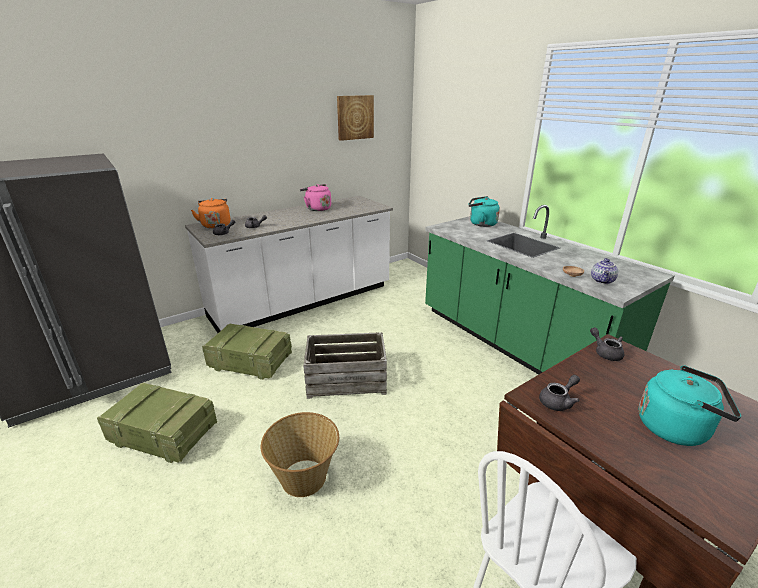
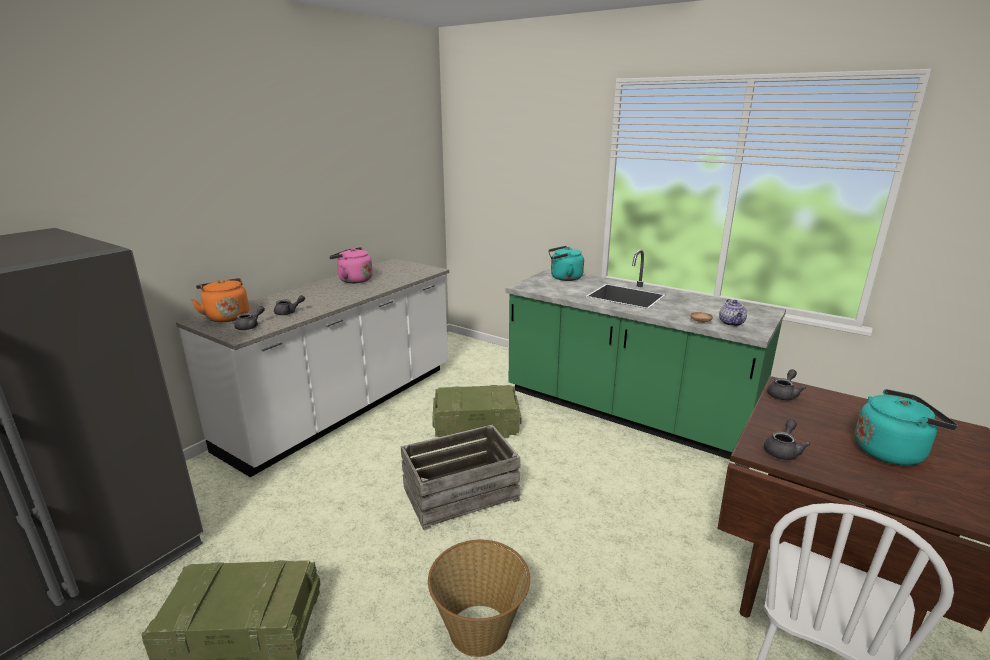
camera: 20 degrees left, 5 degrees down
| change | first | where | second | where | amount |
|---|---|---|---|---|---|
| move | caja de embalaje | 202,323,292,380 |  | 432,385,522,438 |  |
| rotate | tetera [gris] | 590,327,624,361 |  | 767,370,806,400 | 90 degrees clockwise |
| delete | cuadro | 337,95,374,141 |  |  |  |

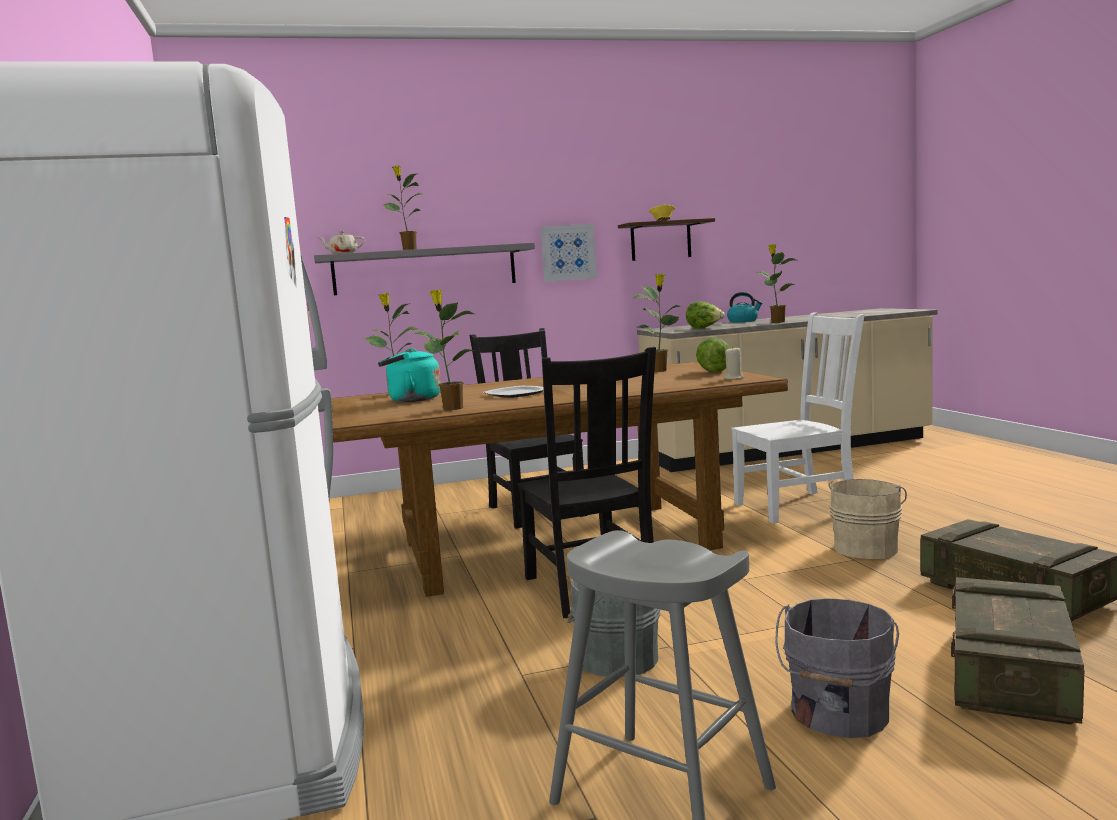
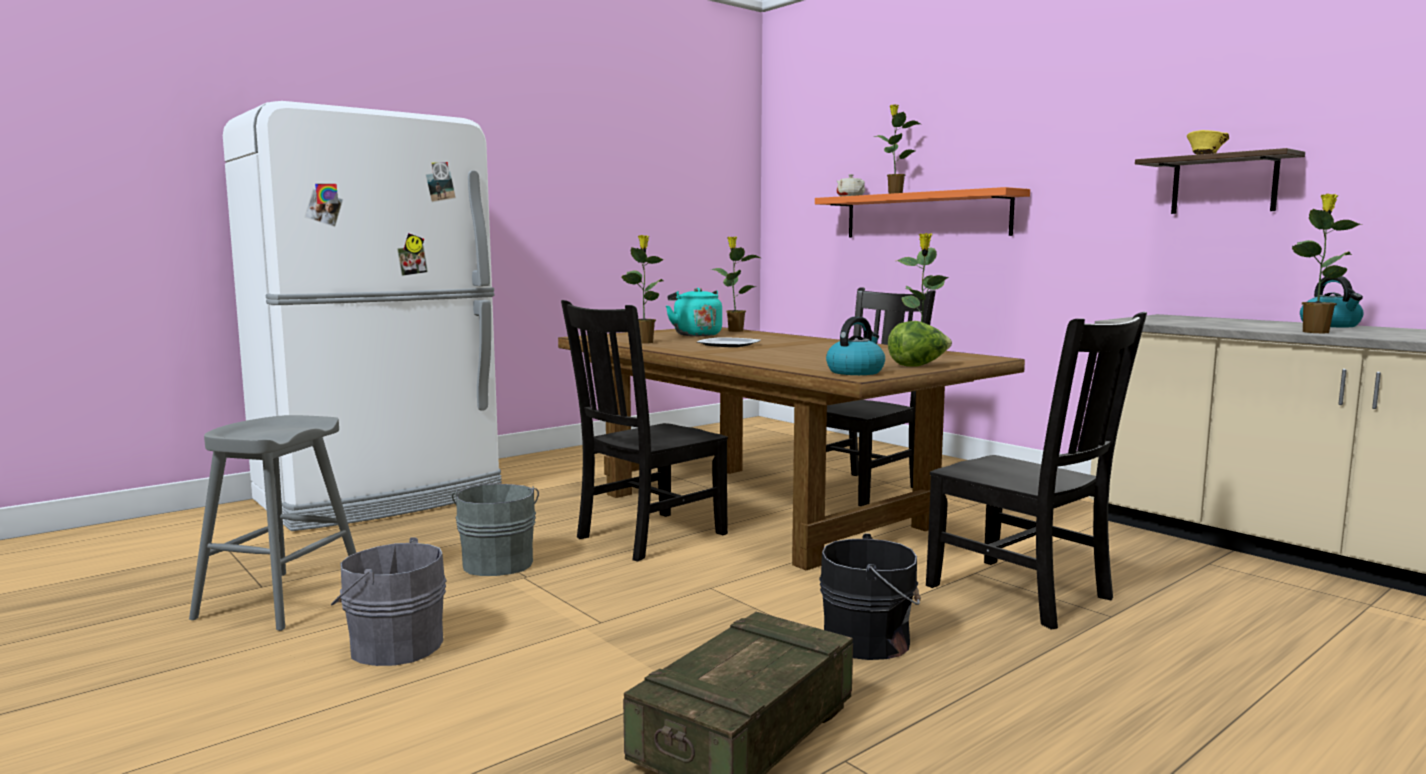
camera: 65 degrees right, 0 degrees up
| change | first | where | second | where | amount |
|---|---|---|---|---|---|
| recolor | estante [gris] | 314,243,535,295 | estante [naranja] | 815,187,1030,237 |  |
| recolor | cubo [beis] | 828,479,907,559 | cubo [negro] | 819,534,921,660 |  |
| replace | vela [beis] | 724,346,744,379 | hervidor | 826,316,885,375 |  |
| recolor | silla [blanco] | 731,312,865,524 | silla [negro] | 926,312,1147,630 |  |
| delete | cuadro | 541,224,597,282 |  |  |  |
| delete | lechuga | 686,301,725,328 |  |  |  |
| delete | caja de embalaje | 951,577,1084,725 |  |  |  |

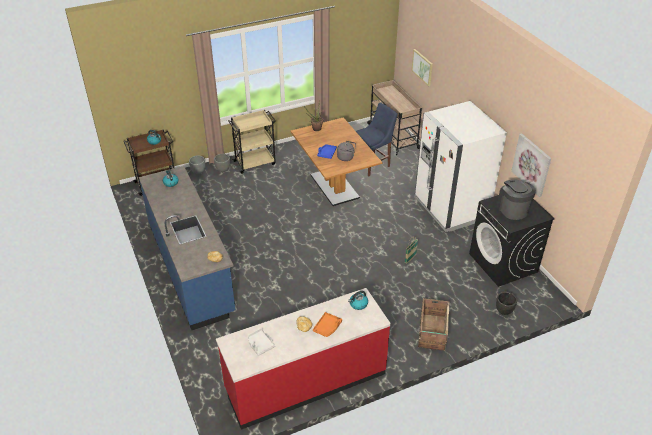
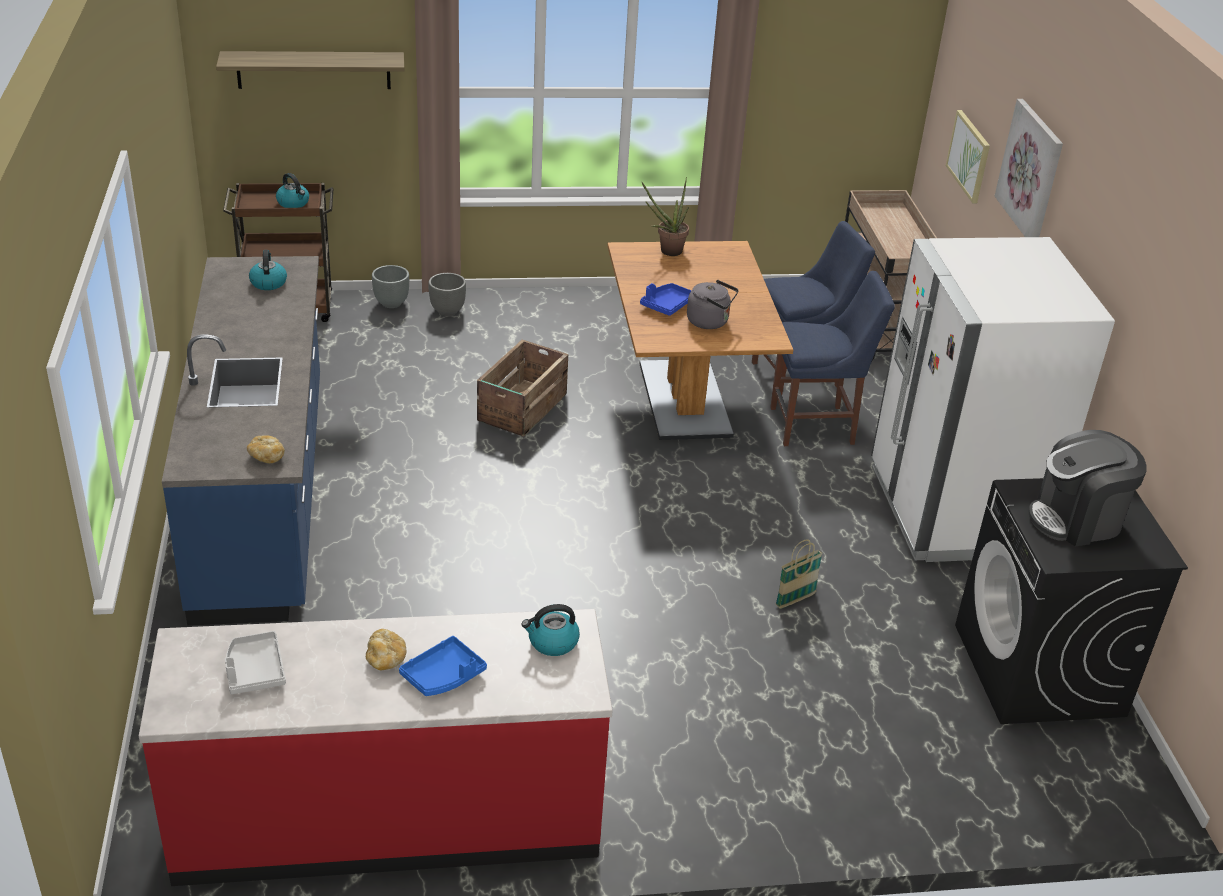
camera: 15 degrees right, 5 degrees down
| change | first | where | second | where | amount |
|---|---|---|---|---|---|
| insert |  |  | estante | 216,51,404,89 |  |
| recolor | bandeja [naranja] | 313,312,342,337 | bandeja [azul] | 399,636,487,696 |  |
| move | caja de embalaje | 418,298,450,351 |  | 477,340,568,437 |  |
| insert |  |  | silla [azul] | 770,271,895,446 |  |
| move | cuadro | 511,133,551,197 |  | 995,99,1063,237 |  |
| rotate | cafetera | 497,180,536,220 |  | 1029,430,1147,546 | 105 degrees counterclockwise |
| delete | carrito [beis] | 228,110,276,174 |  |  |  |
| delete | maceta [negro] | 496,292,517,315 |  |  |  |

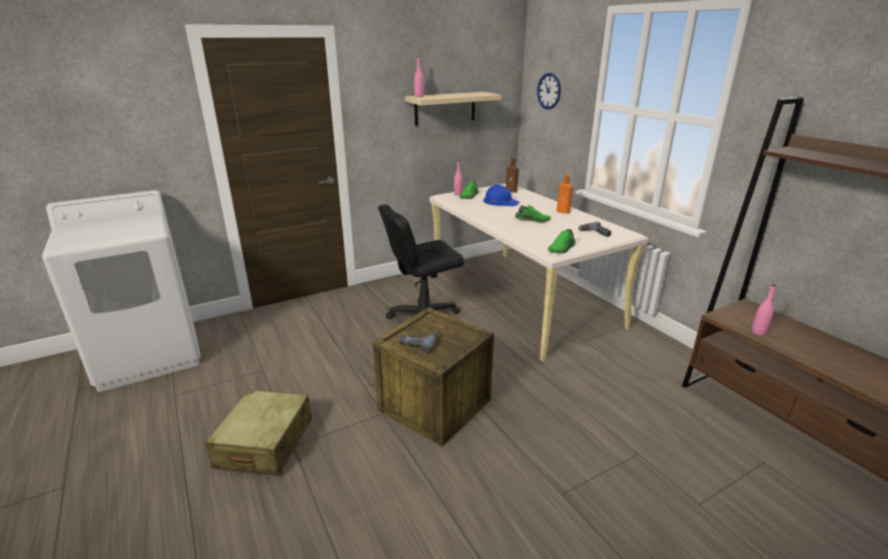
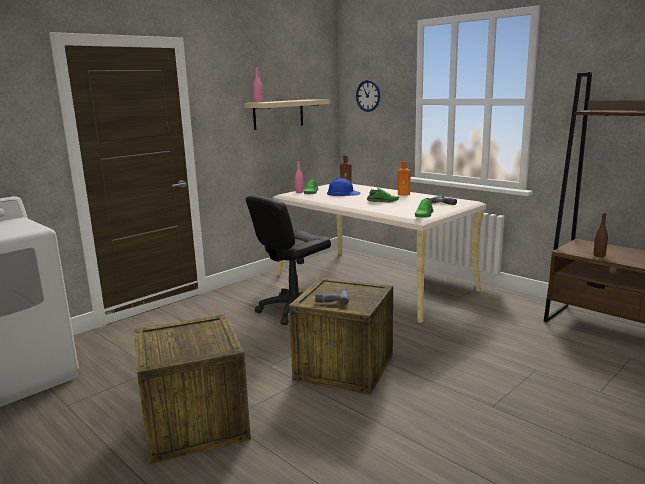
camera: 15 degrees left, 10 degrees down
| change | first | where | second | where | amount |
|---|---|---|---|---|---|
| replace | maleta [beis] | 205,390,312,476 | caja de embalaje | 134,314,251,464 |  |
| recolor | botella [rosa] | 752,284,776,336 | botella [marrón] | 594,213,608,257 |  |

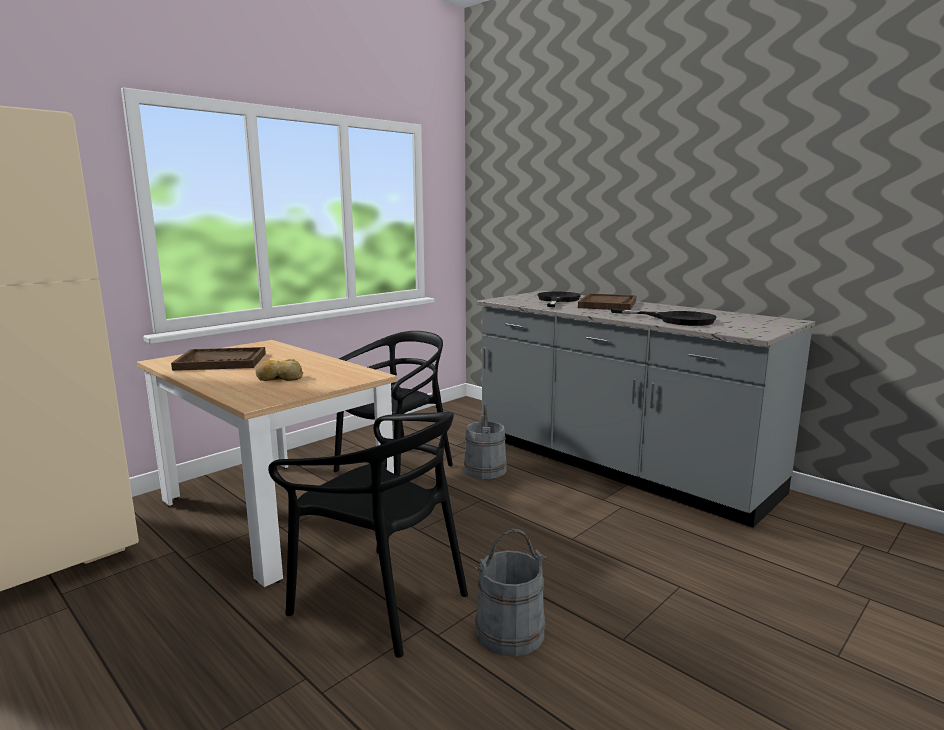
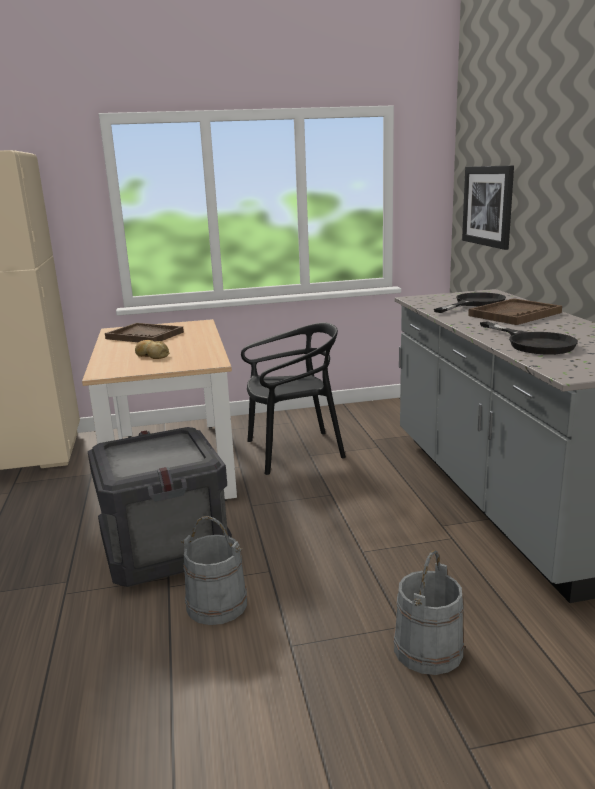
camera: 35 degrees right, 5 degrees up
| change | first | where | second | where | amount |
|---|---|---|---|---|---|
| replace | silla [negro] | 268,412,468,658 | caja de embalaje | 88,427,232,587 |  |
| move | cubo [gris] | 464,403,507,479 |  | 394,550,464,675 |  |
| insert |  |  | cuadro | 462,165,514,250 |  |

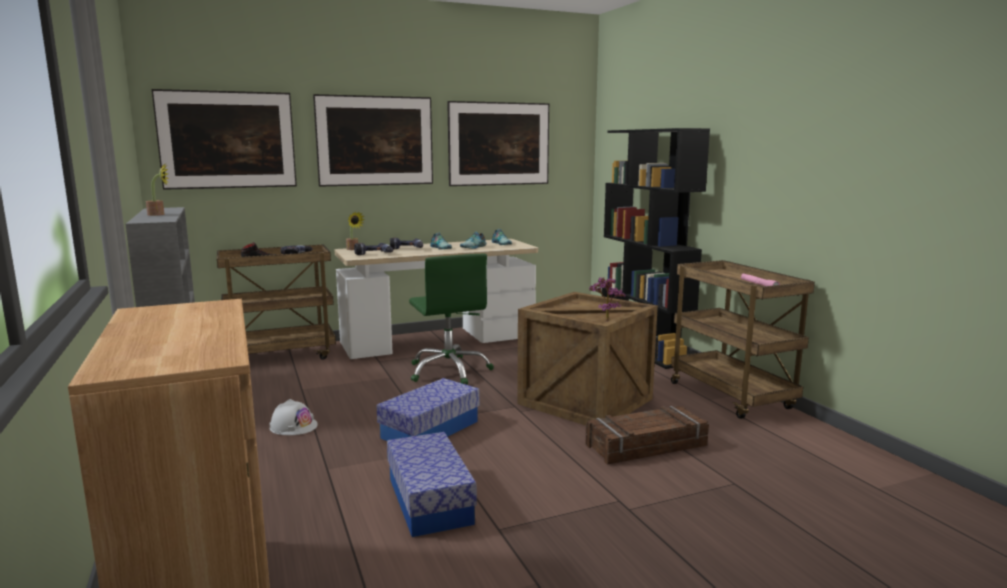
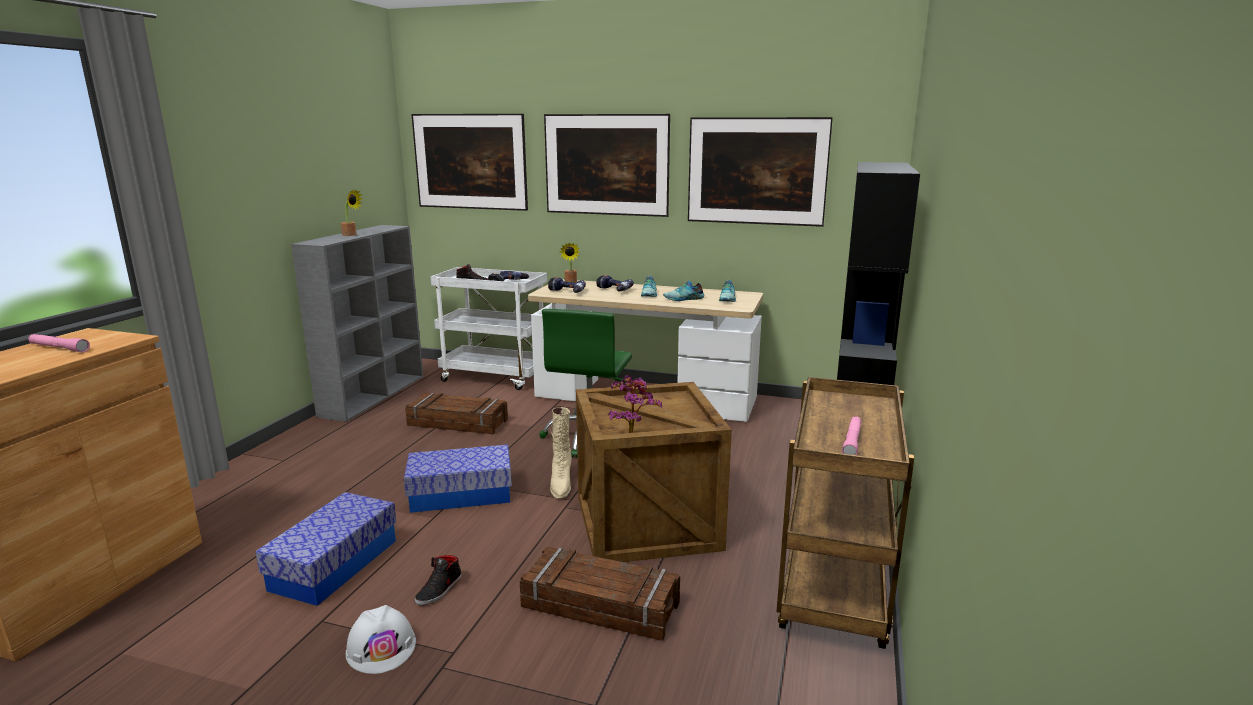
camera: 40 degrees right, 5 degrees up
| change | first | where | second | where | amount |
|---|---|---|---|---|---|
| insert |  |  | linterna [rosa] | 28,334,90,353 |  |
| move | casco [blanco] | 269,399,318,435 |  | 346,605,416,674 |  |
| insert |  |  | caja de embalaje | 405,393,508,435 |  |
| insert |  |  | zapato [negro] | 415,555,462,605 |  |
| recolor | carrito [marrón] | 217,245,336,360 | carrito [blanco] | 430,267,547,390 |  |
| insert |  |  | bota [beis] | 550,407,571,499 |  |

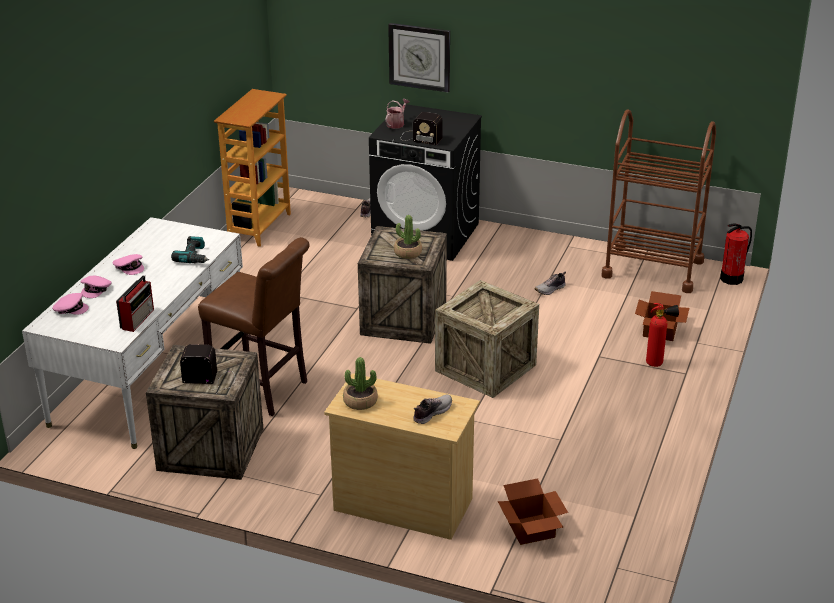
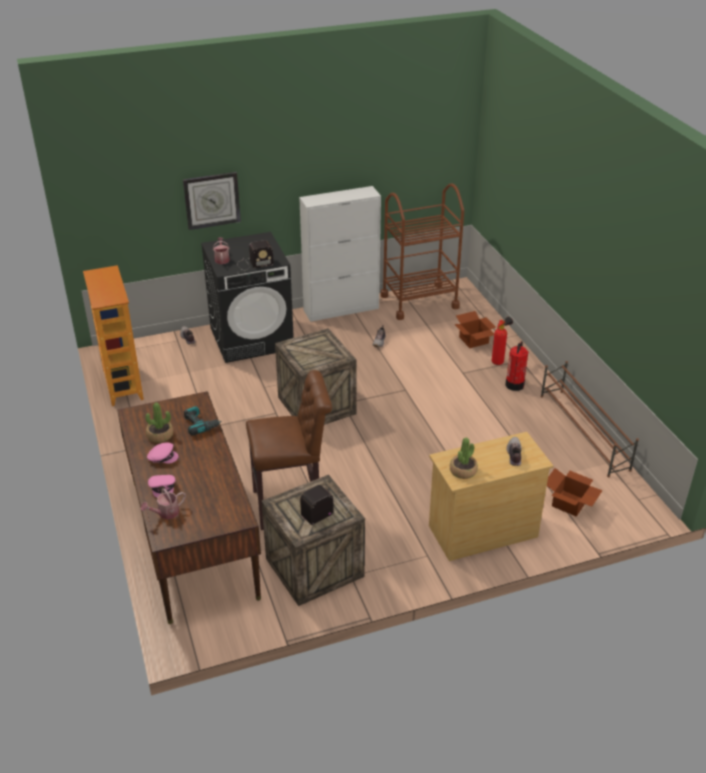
camera: 40 degrees left, 5 degrees up
| change | first | where | second | where | amount |
|---|---|---|---|---|---|
| recolor | escritorio [blanco] | 22,217,243,449 | escritorio [marrón] | 117,391,261,624 |  |
| replace | gorra [rosa] | 52,293,89,315 | regadera | 141,488,186,519 |  |
| move | planta en maceta | 394,215,422,259 |  | 145,403,173,443 |  |
| insert |  |  | armario [blanco] | 299,186,381,322 |  |
| move | extintor | 720,224,752,285 |  | 505,341,528,391 |  |
| insert |  |  | zapatero [marrón] | 541,361,639,477 |  |
| delete | radio | 116,275,154,332 |  |  |  |
| delete | caja de embalaje | 435,280,539,398 |  |  |  |

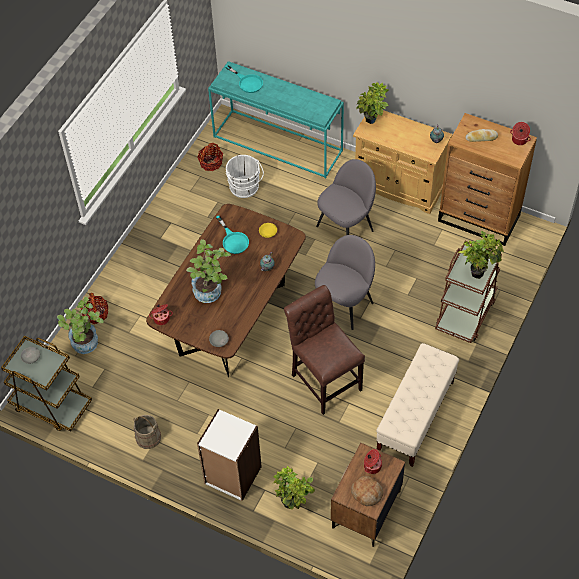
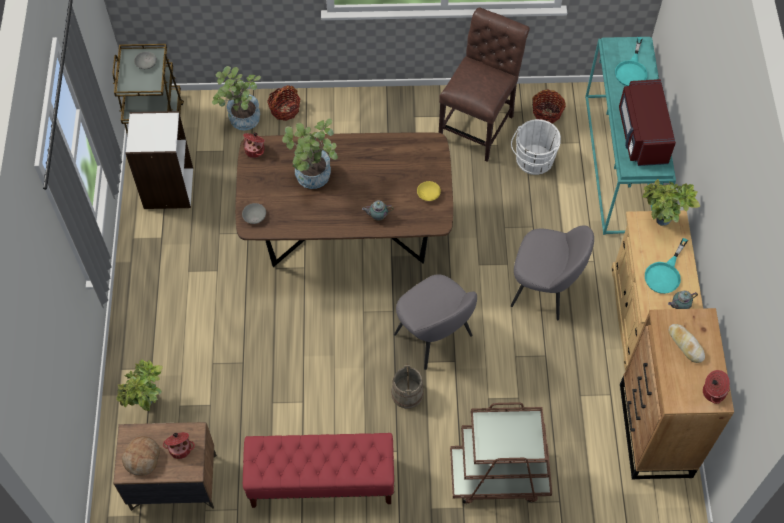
camera: 60 degrees right, 5 degrees up
| change | first | where | second | where | amount |
|---|---|---|---|---|---|
| move | estantería [blanco] | 197,409,262,501 |  | 126,111,193,209 |  |
| recolor | banco [beis] | 376,343,459,467 | banco [rojo] | 243,433,395,508 |  |
| move | cubo [beis] | 133,415,161,449 |  | 391,363,424,409 |  |
| rotate | silla [gris] | 315,235,375,330 |  | 394,274,477,370 | 45 degrees clockwise |
| move | silla [marrón] | 284,285,365,415 |  | 439,8,530,162 |  |
| insert |  |  | microondas [rojo] | 619,79,676,166 |  |
| move | sartén [turquesa] | 216,215,249,254 |  | 645,238,688,294 |  |
| delete | planta en maceta | 458,231,504,279 |  |  |  |

